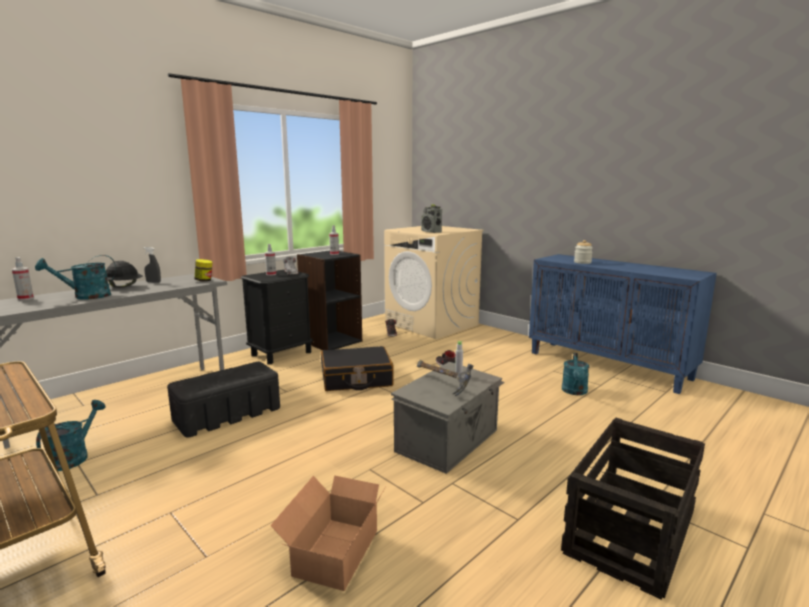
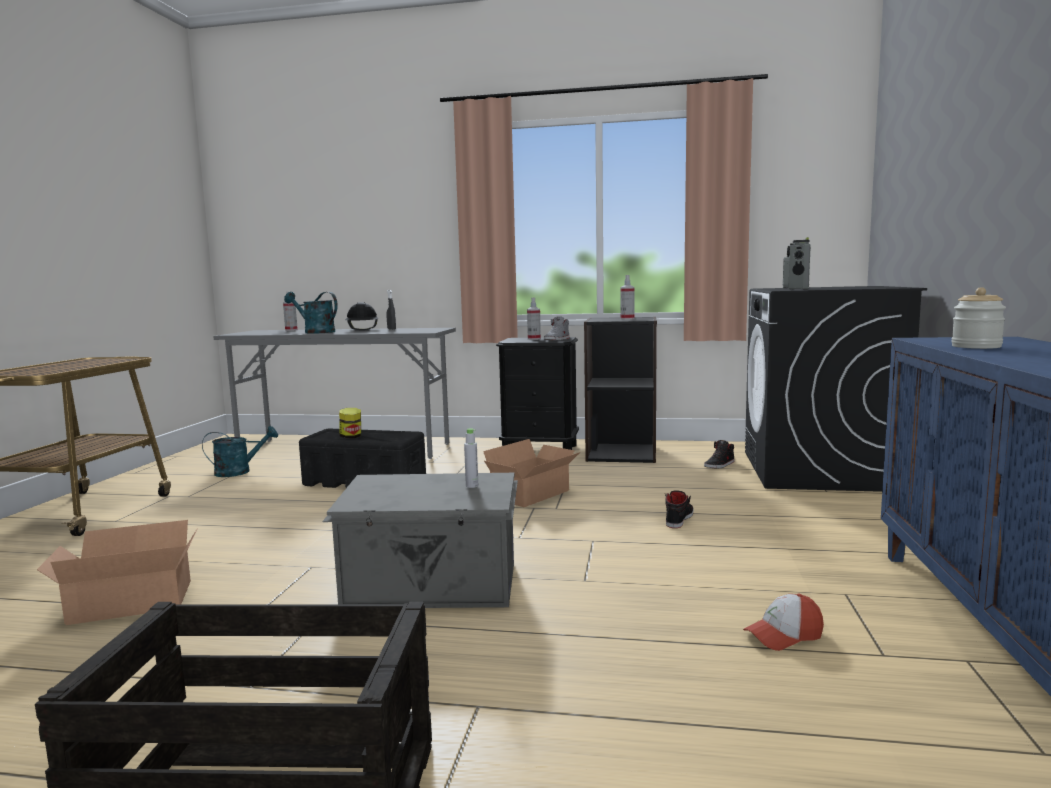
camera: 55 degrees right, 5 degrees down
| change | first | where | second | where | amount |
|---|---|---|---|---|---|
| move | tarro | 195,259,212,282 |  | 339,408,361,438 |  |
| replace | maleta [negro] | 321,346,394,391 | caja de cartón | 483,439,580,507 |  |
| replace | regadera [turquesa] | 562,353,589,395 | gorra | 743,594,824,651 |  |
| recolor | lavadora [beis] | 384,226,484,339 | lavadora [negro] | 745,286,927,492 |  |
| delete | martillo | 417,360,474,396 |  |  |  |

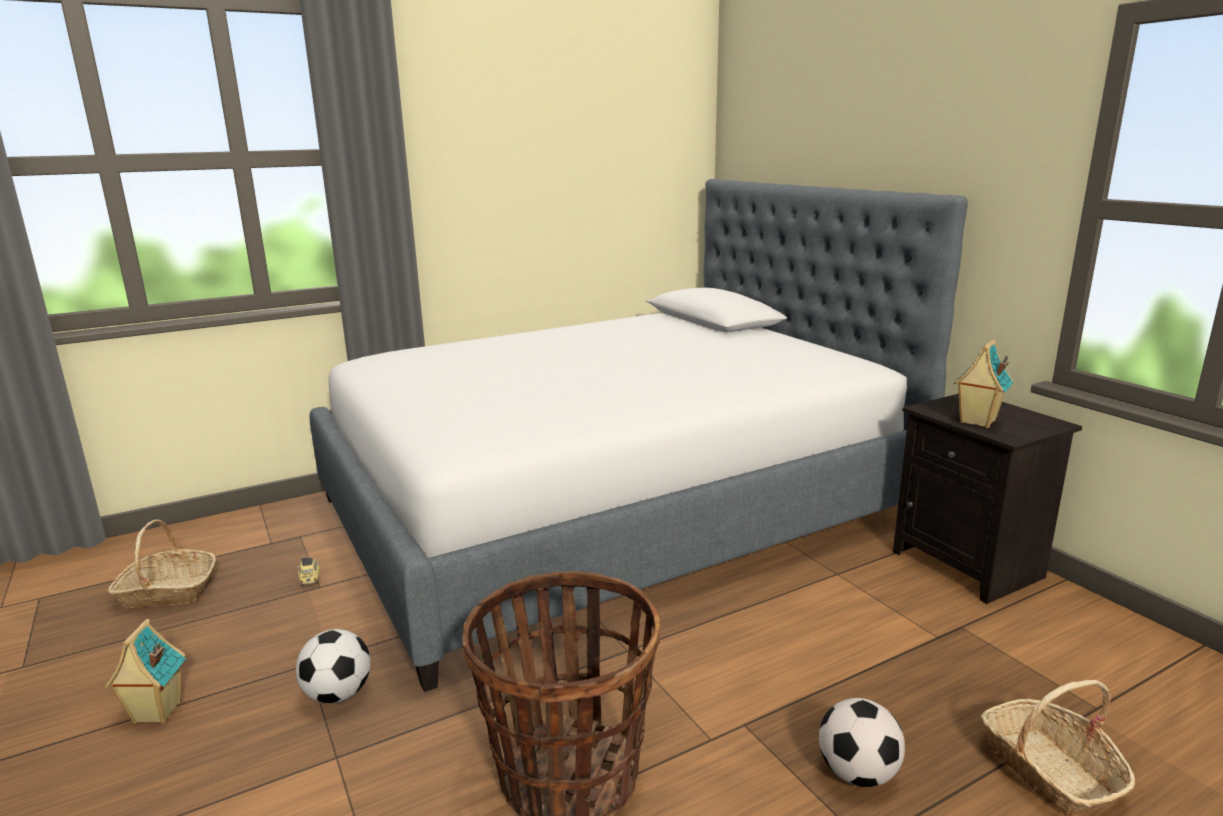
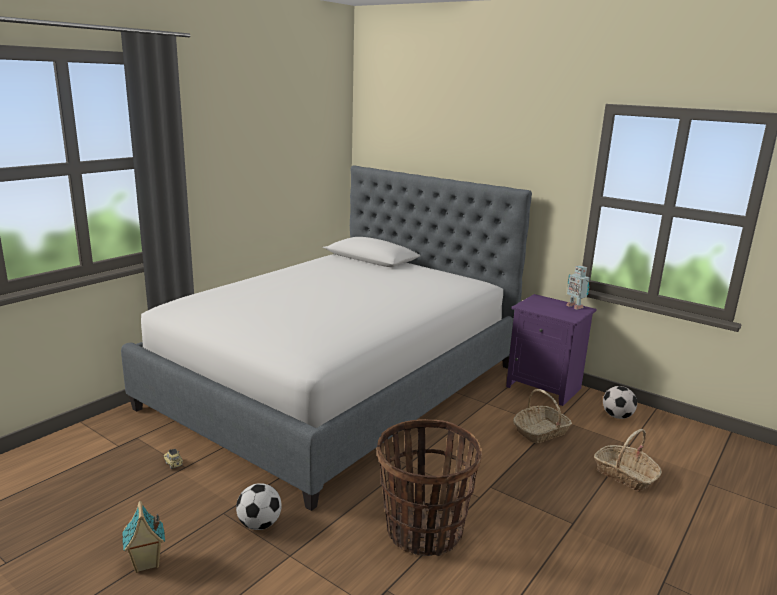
camera: 25 degrees left, 0 degrees up
| change | first | where | second | where | amount |
|---|---|---|---|---|---|
| recolor | mesita de noche [negro] | 893,394,1082,604 | mesita de noche [morado] | 506,294,597,406 |  |
| move | cesta | 108,520,216,608 |  | 513,389,572,443 |  |
| insert |  |  | robot de juguete | 566,265,590,310 |  |
| move | balón de fútbol | 819,698,905,787 |  | 603,386,637,419 |  |
| delete | casita | 953,339,1013,428 |  |  |  |

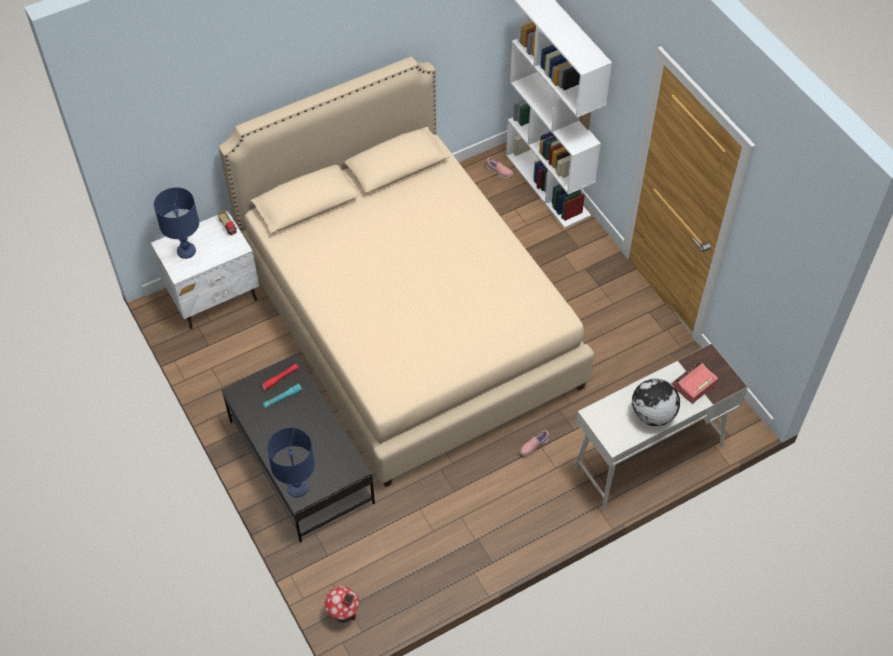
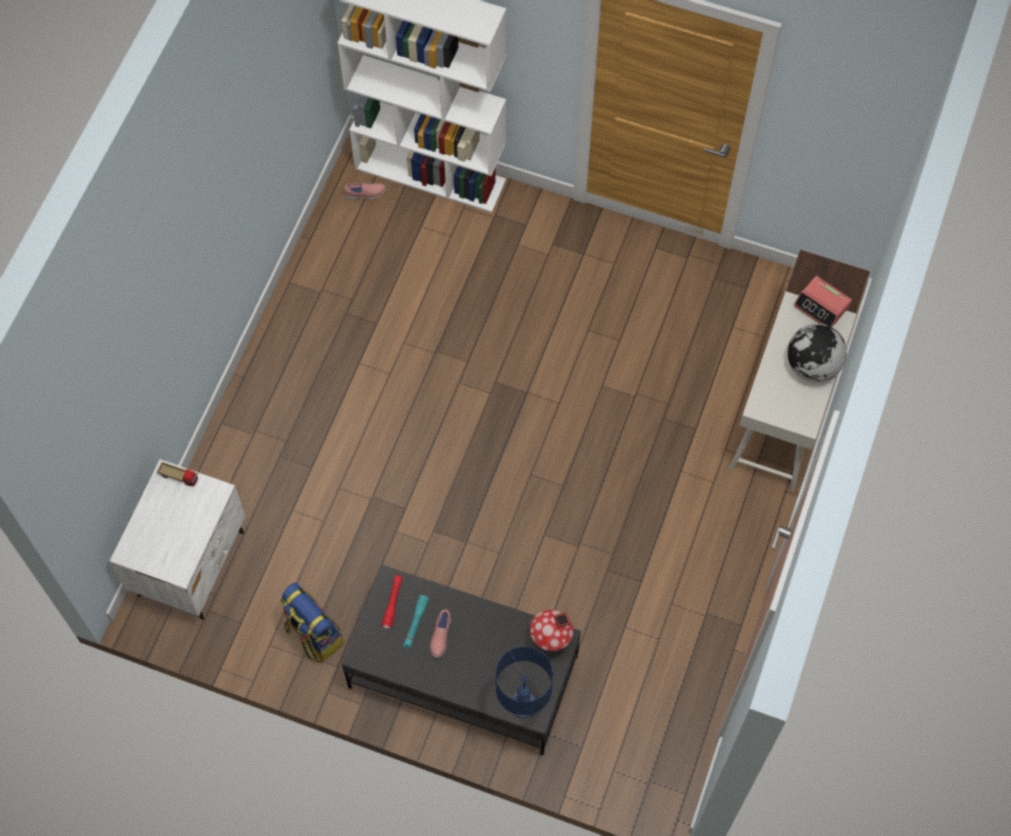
camera: 40 degrees left, 10 degrees up
| change | first | where | second | where | amount |
|---|---|---|---|---|---|
| insert |  |  | mochila | 280,583,344,663 |  |
| move | zapato [rosa] | 520,430,549,456 |  | 430,609,451,657 |  |
| move | casita | 325,586,359,623 |  | 530,610,573,652 |  |
| rotate | despertador | 671,362,718,404 |  | 793,276,852,327 | 60 degrees counterclockwise |
| delete | lámpara de mesa [azul] | 154,187,199,259 |  |  |  |
| delete | cama [beis] | 219,56,594,487 |  |  |  |

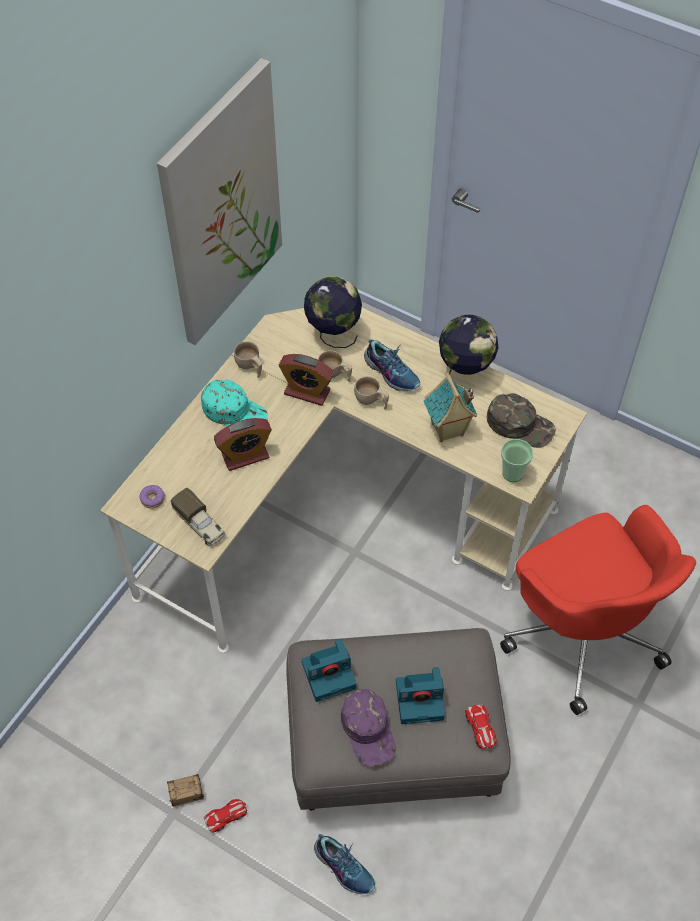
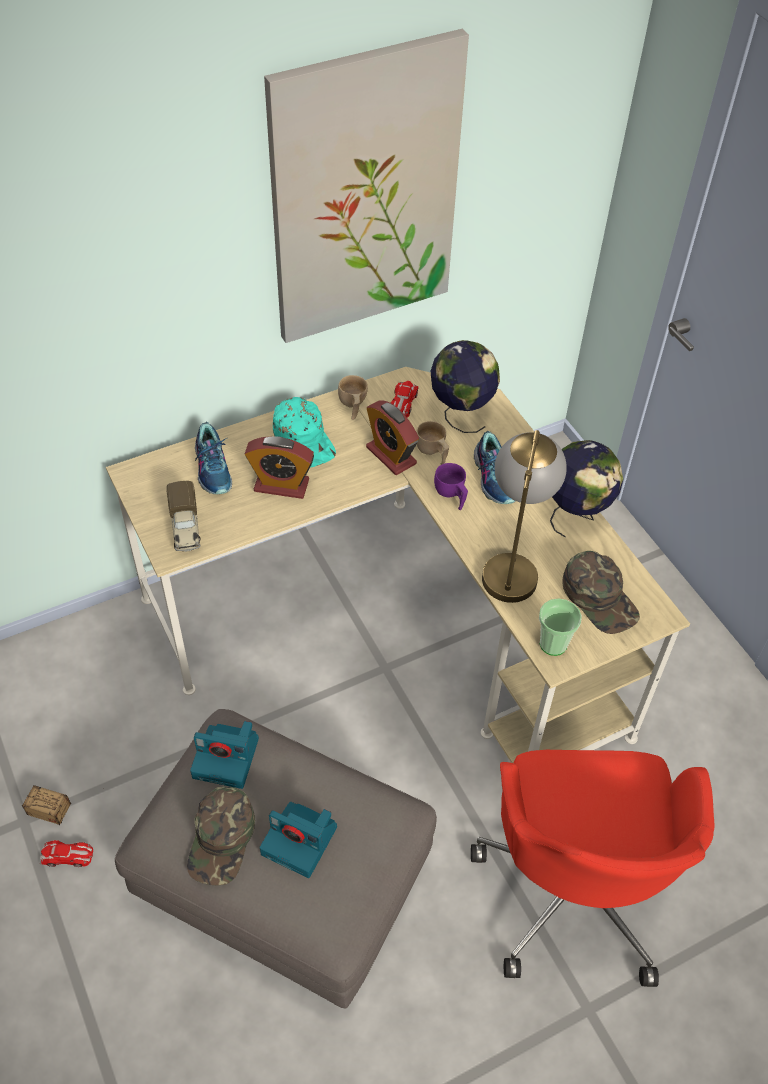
camera: 30 degrees right, 5 degrees down
| change | first | where | second | where | amount |
|---|---|---|---|---|---|
| recolor | gorra [morado] | 341,689,396,766 | gorra [verde] | 187,786,255,886 |  |
| move | zapato | 314,834,375,894 |  | 195,422,232,494 |  |
| move | coche de juguete | 464,704,497,749 |  | 390,381,418,417 |  |
| recolor | taza [beis] | 354,376,389,409 | taza [morado] | 434,463,468,510 |  |
| replace | casita | 424,373,477,442 | lámpara de mesa | 482,430,567,603 |  |
| delete | rosquilla | 139,485,165,509 |  |  |  |

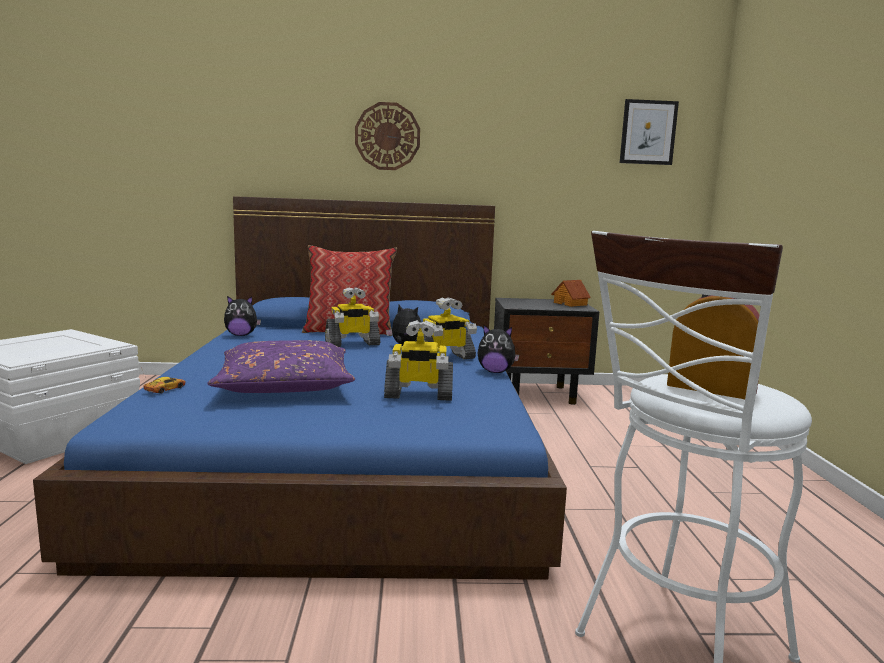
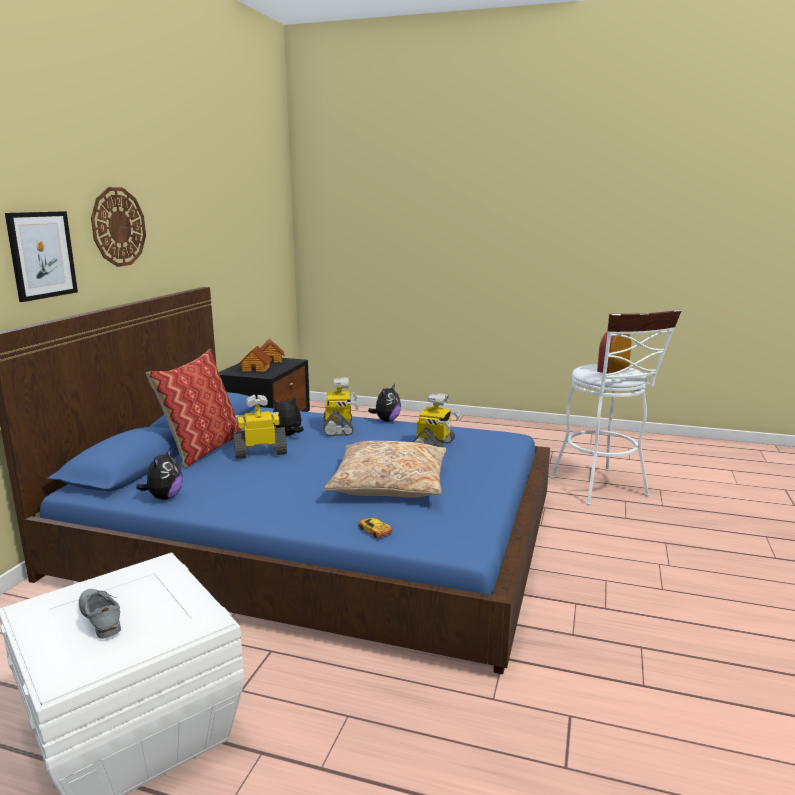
camera: 70 degrees left, 5 degrees up
| change | first | where | second | where | amount |
|---|---|---|---|---|---|
| move | cuadro | 620,99,679,165 |  | 5,211,78,302 |  |
| insert |  |  | zapato [gris] | 79,589,121,639 |  |
| rotate | robot de juguete | 325,287,380,347 |  | 233,395,287,459 | 105 degrees counterclockwise |
| insert |  |  | casita | 238,346,272,372 |  |
| recolor | cojín [morado] | 207,340,355,393 | cojín [beis] | 324,441,446,498 |  |

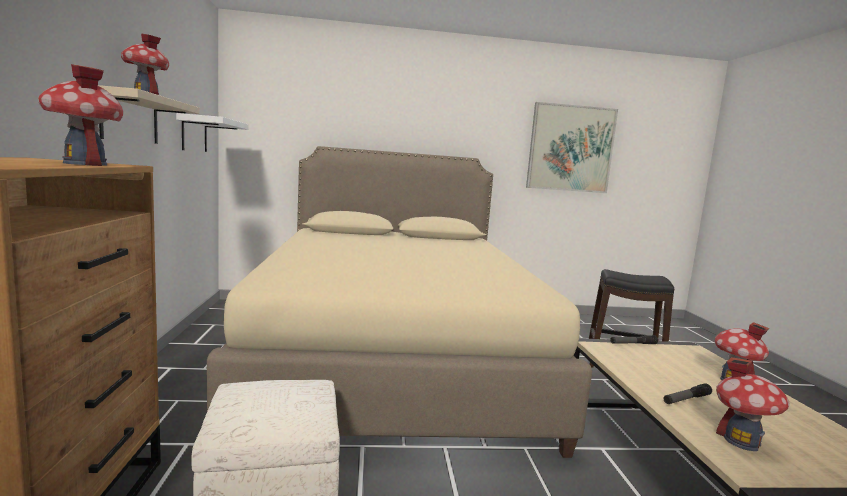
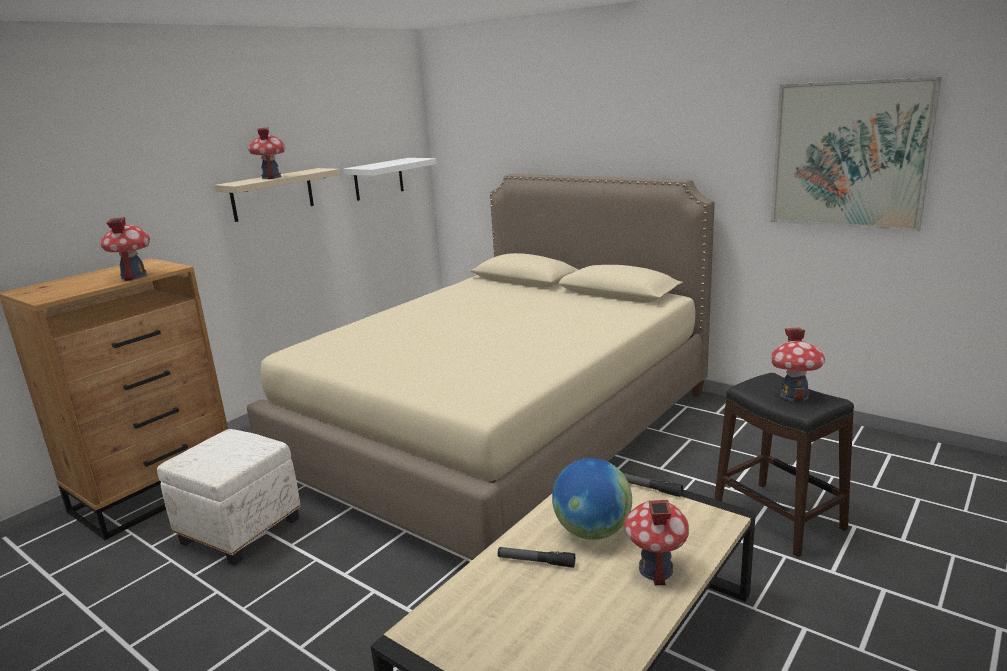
camera: 45 degrees right, 10 degrees up
| change | first | where | second | where | amount |
|---|---|---|---|---|---|
| insert |  |  | globo terráqueo | 552,458,632,540 |  |
| move | casita | 716,357,790,451 |  | 771,328,825,401 |  |

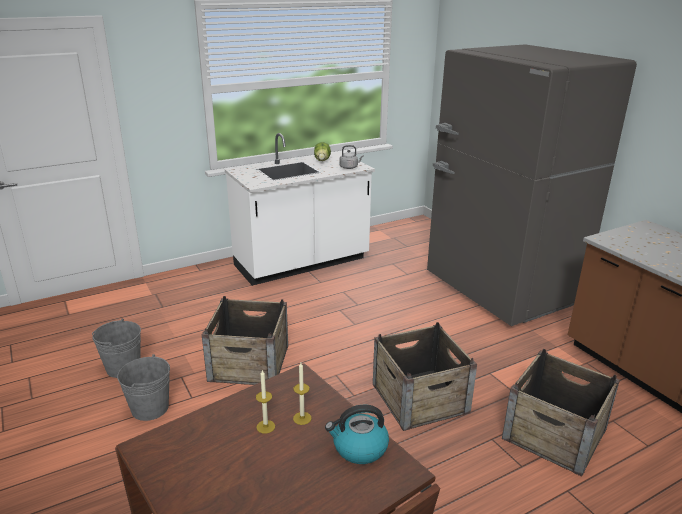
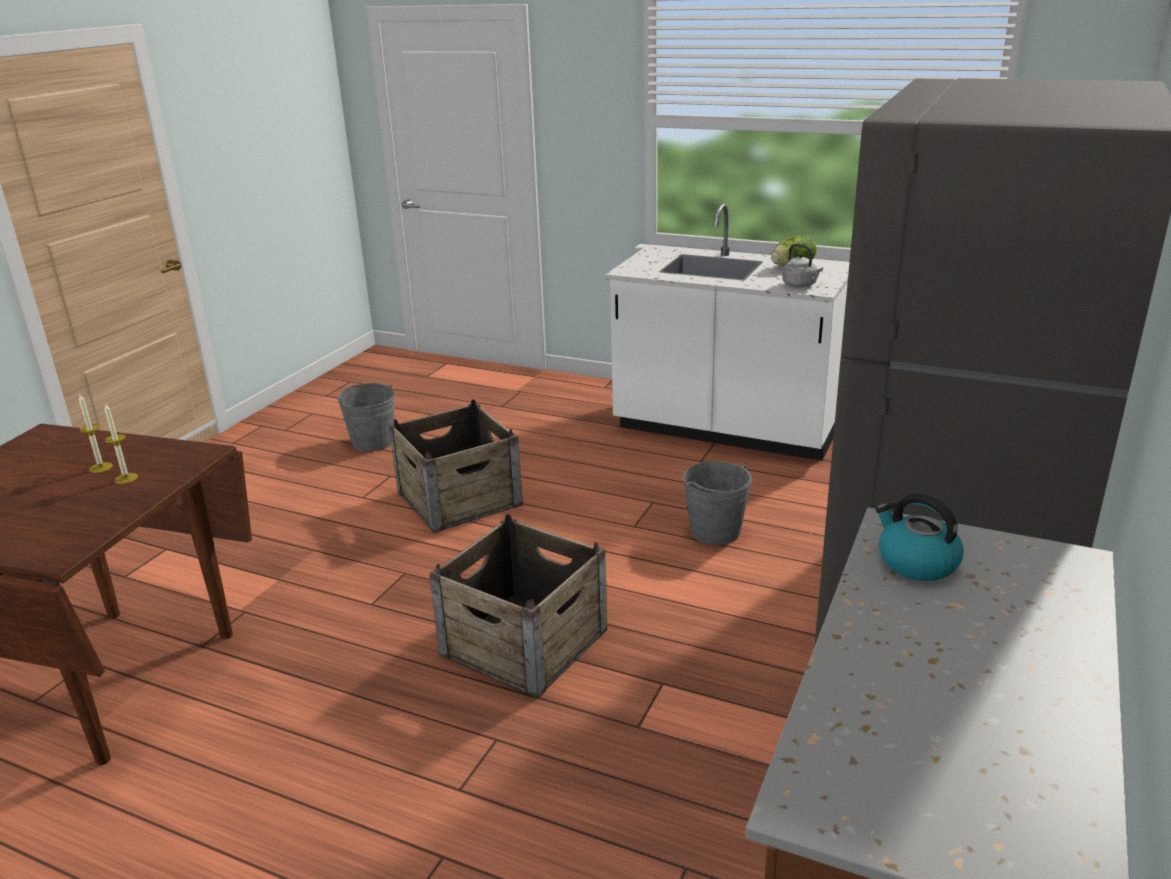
camera: 55 degrees right, 0 degrees up
| change | first | where | second | where | amount |
|---|---|---|---|---|---|
| move | cubo [gris] | 117,354,170,421 |  | 683,461,752,545 |  |
| move | hervidor | 325,405,389,464 |  | 875,493,964,581 |  |
| delete | caja de embalaje | 502,349,620,477 |  |  |  |

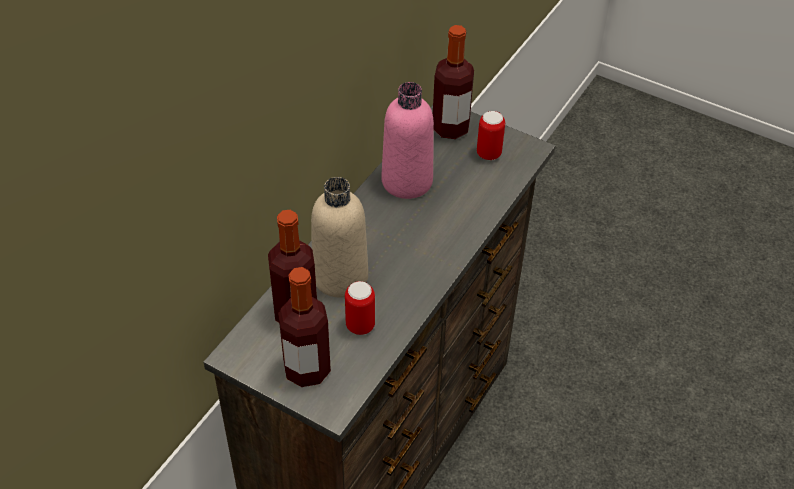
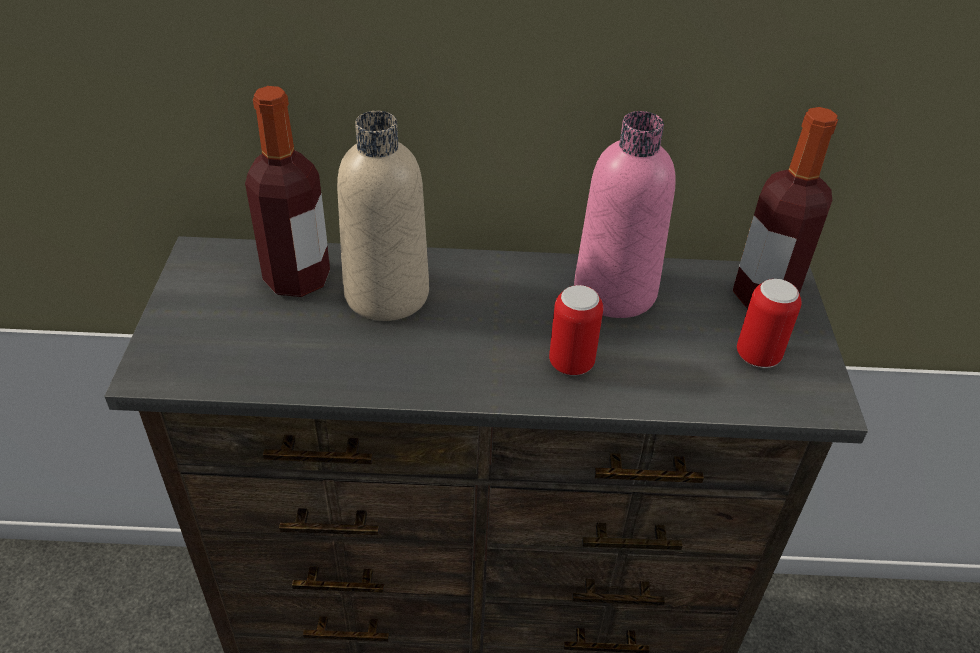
camera: 60 degrees right, 5 degrees down
| change | first | where | second | where | amount |
|---|---|---|---|---|---|
| move | lata | 345,281,375,335 |  | 549,285,603,376 |  |
| delete | botella | 278,267,331,387 |  |  |  |

